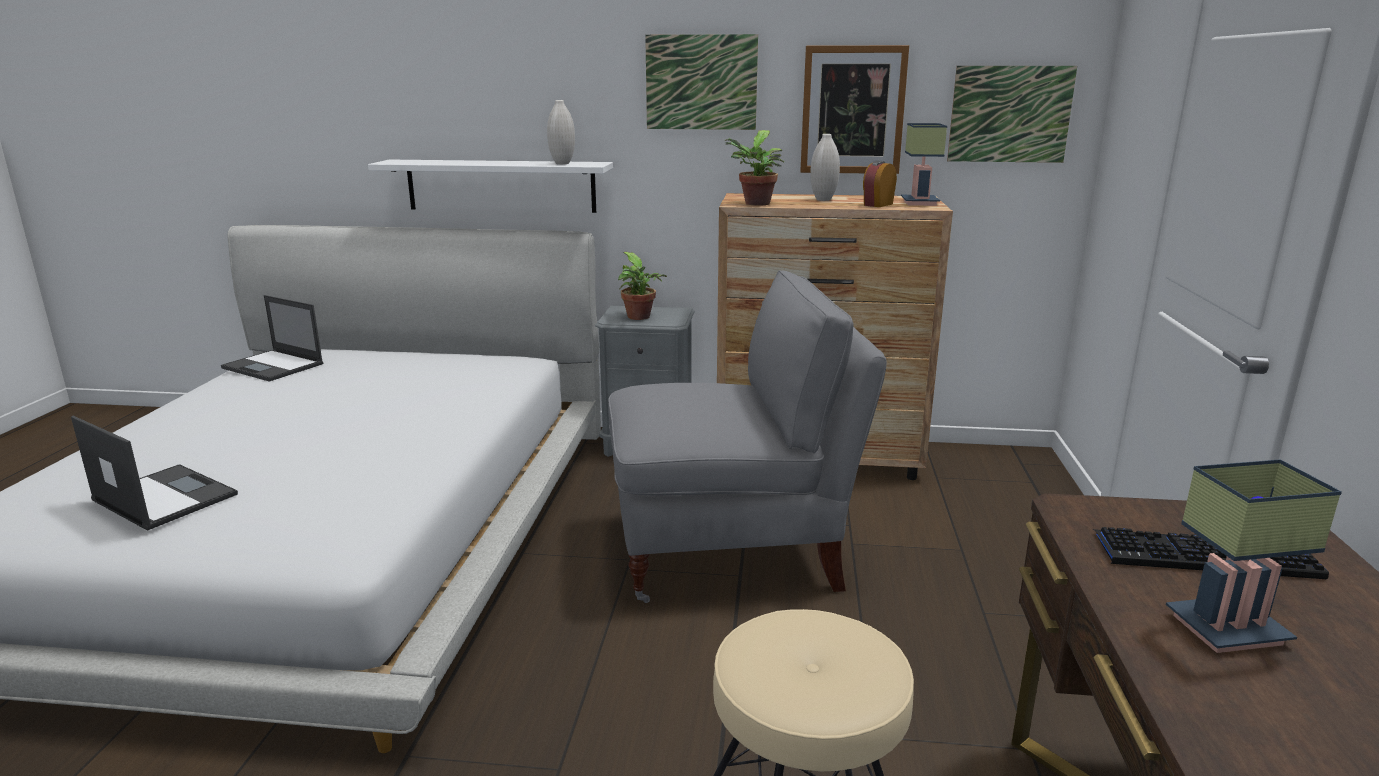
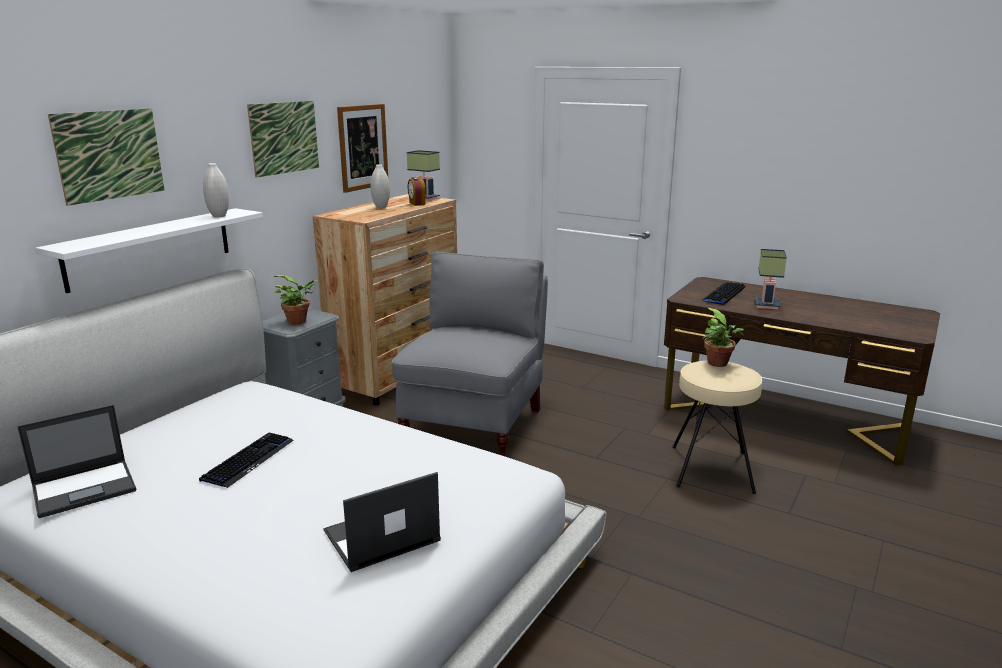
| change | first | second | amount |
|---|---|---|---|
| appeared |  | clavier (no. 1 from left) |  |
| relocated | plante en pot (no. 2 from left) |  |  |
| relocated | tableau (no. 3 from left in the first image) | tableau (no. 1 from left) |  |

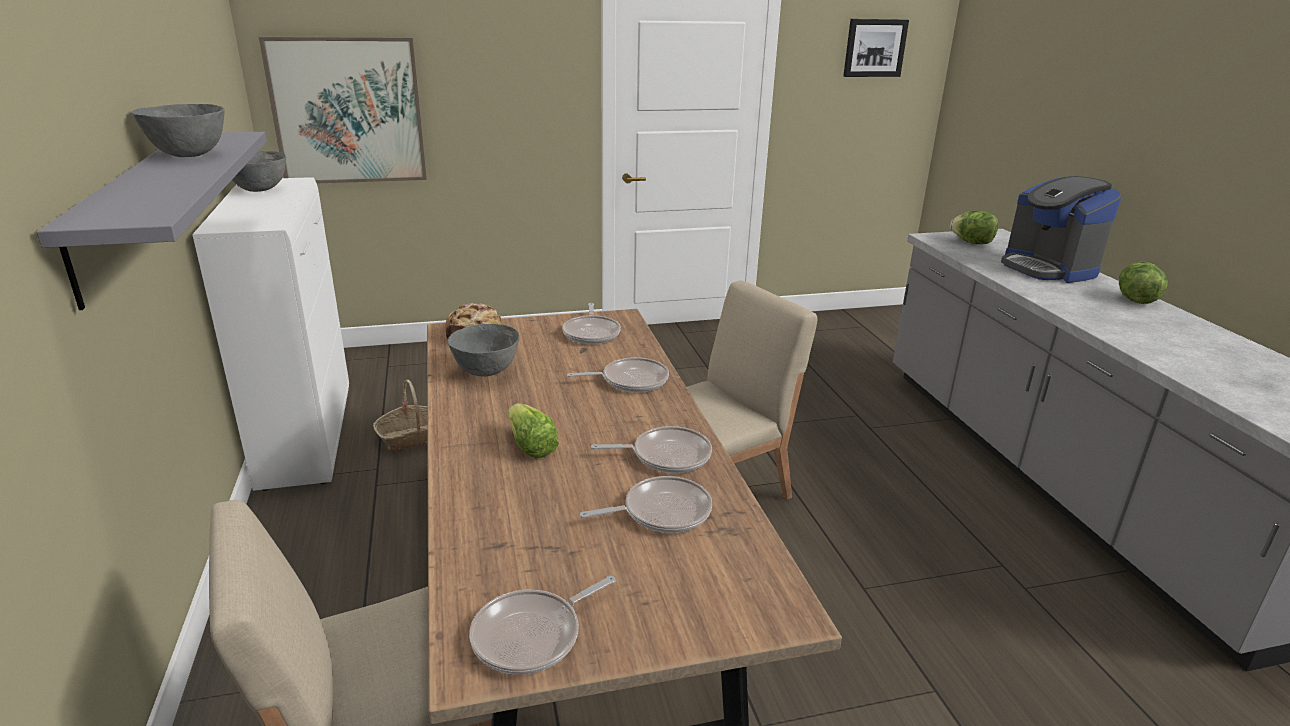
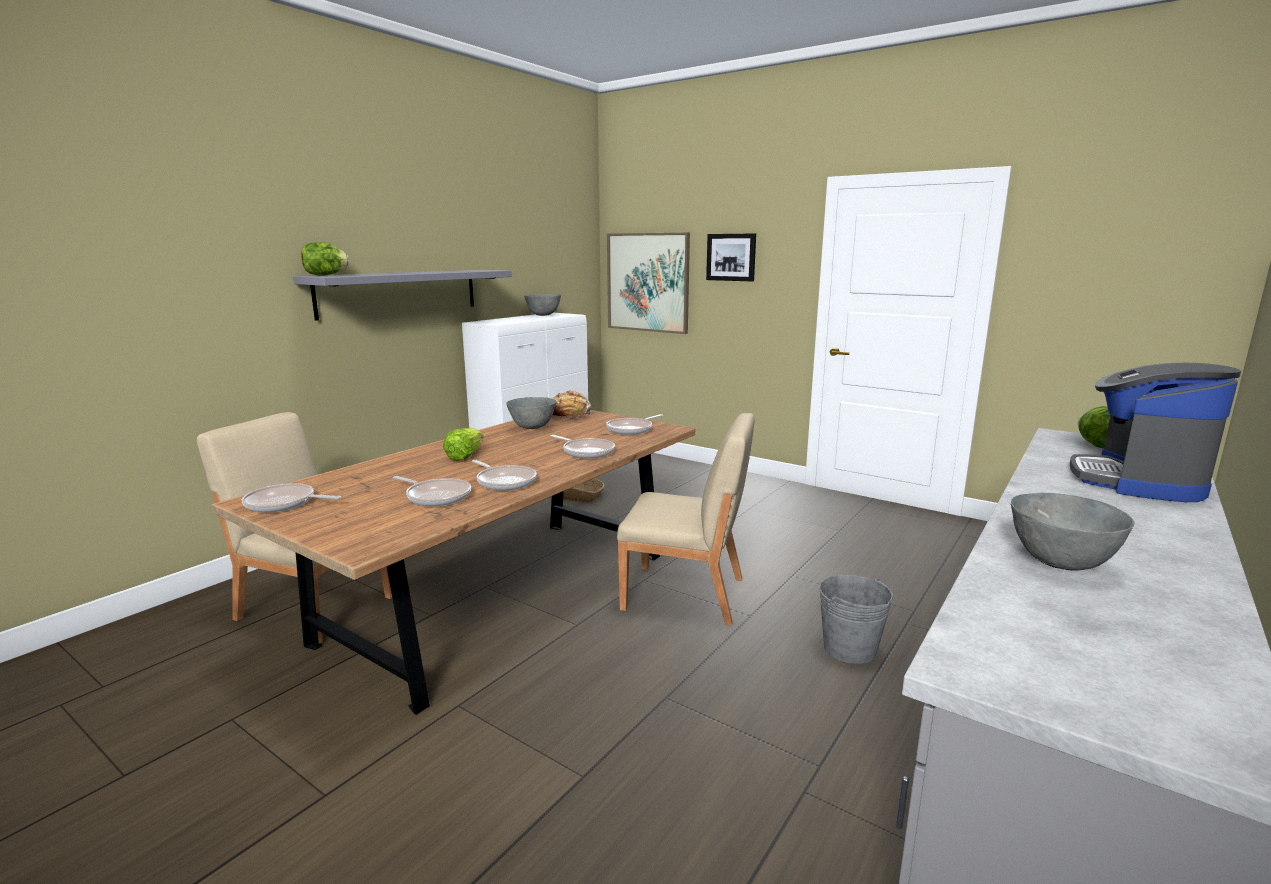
| change | first | second | amount |
|---|---|---|---|
| appeared |  | seau [gris] |  |
| relocated | bol [gris] (no. 1 from left in the first image) | bol [gris] (no. 3 from left) |  |
| relocated | tableau (no. 2 from left) |  |  |
| relocated | laitue (no. 3 from left in the first image) | laitue (no. 1 from left) |  |

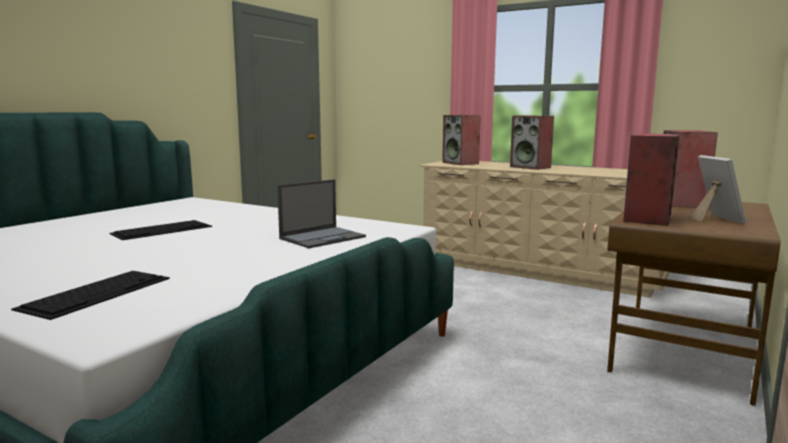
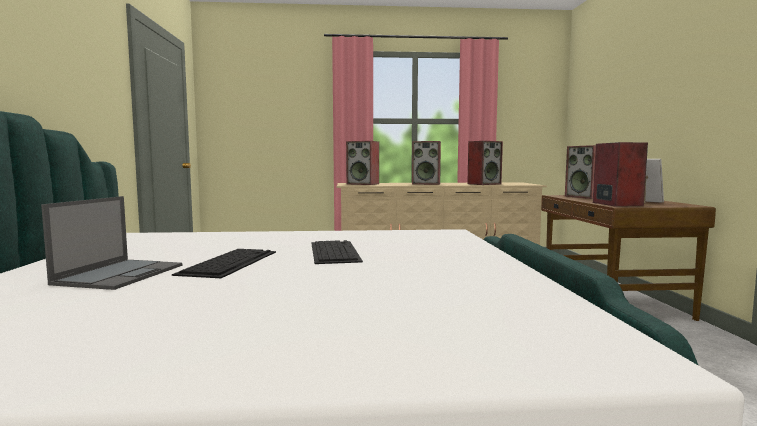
| change | first | second | amount |
|---|---|---|---|
| appeared |  | enceinte (no. 3 from left) |  |
| relocated | clavier (no. 1 from left in the first image) | clavier (no. 2 from left) |  |
| relocated | ordinateur portable |  |  |

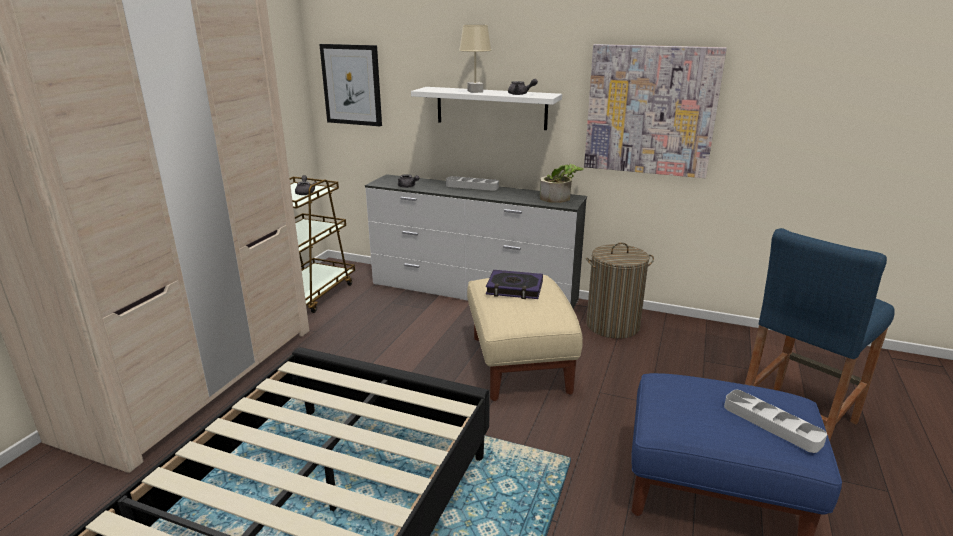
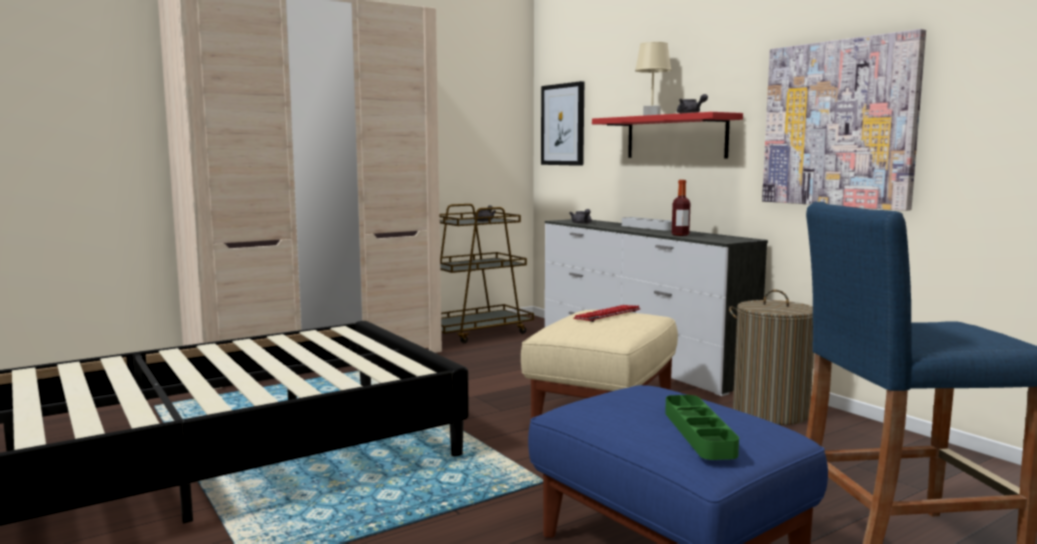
| change | first | second | amount |
|---|---|---|---|
| missing | plante en pot |  |  |
| appeared |  | bouteille |  |
| exchanged | livre | clavier |  |
| colour | étagère [blanc] | étagère [rouge] |  |
| colour | plateau [gris] (no. 2 from left) | plateau [vert] |  |

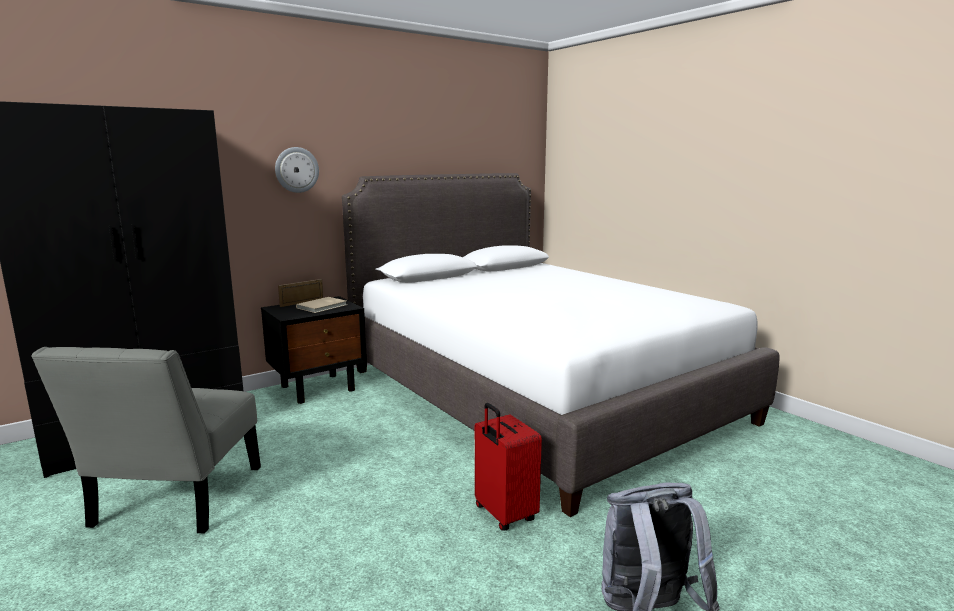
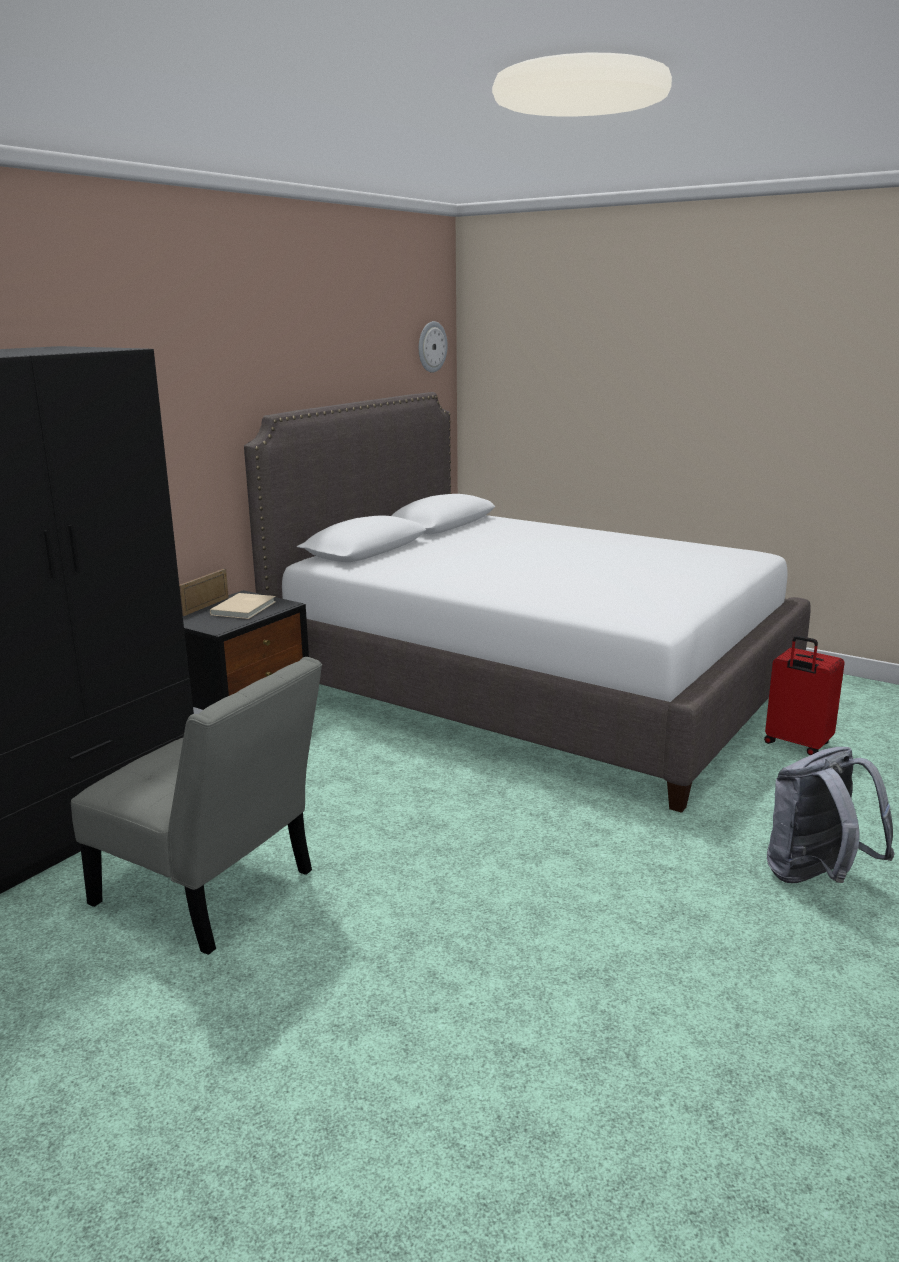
| change | first | second | amount |
|---|---|---|---|
| relocated | horloge murale |  |  |
| relocated | valise [rouge] |  |  |
| spun | chaise [gris] |  | 45 degrees counterclockwise |

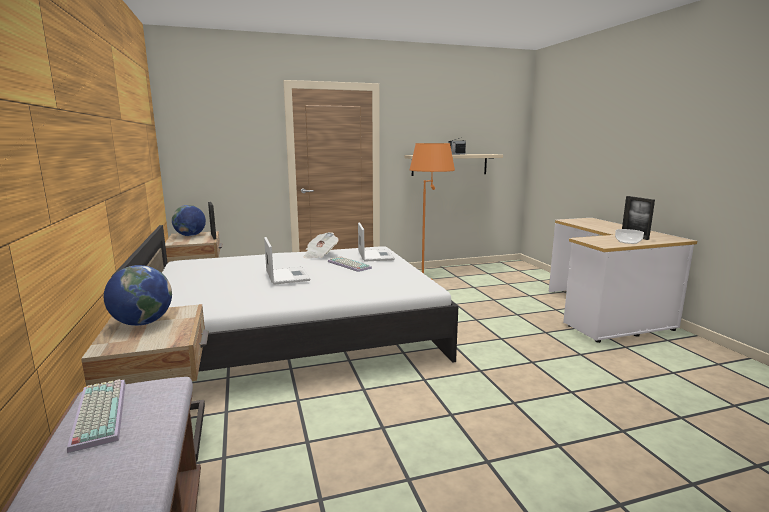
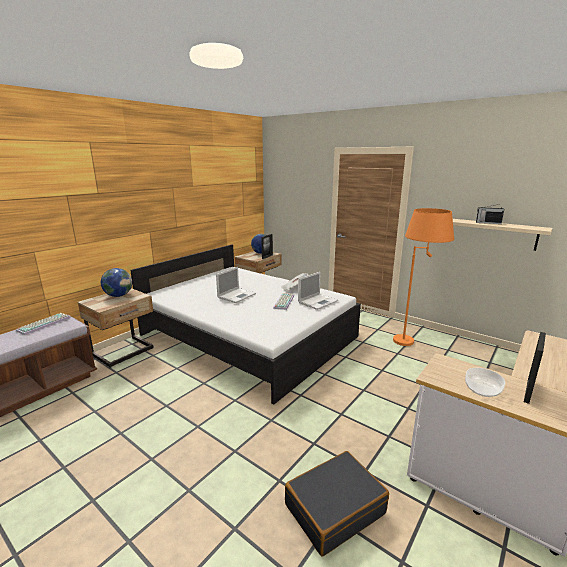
| change | first | second | amount |
|---|---|---|---|
| appeared |  | valise [noir] |  |

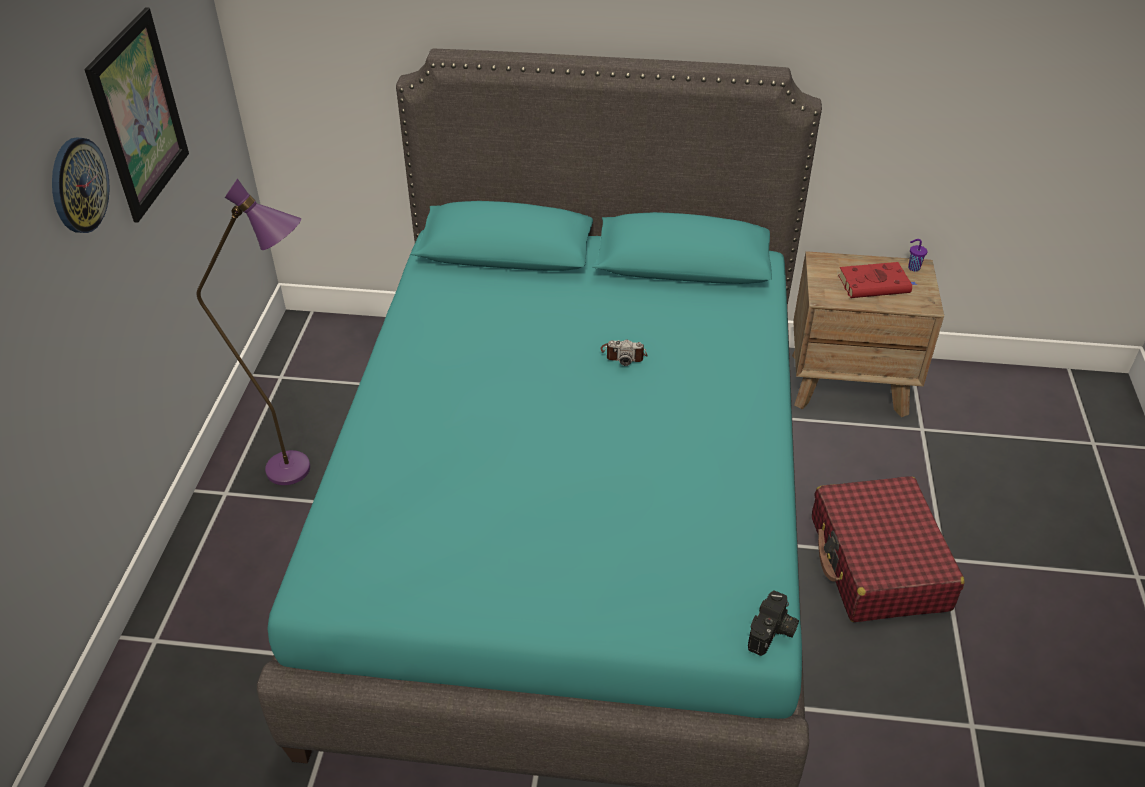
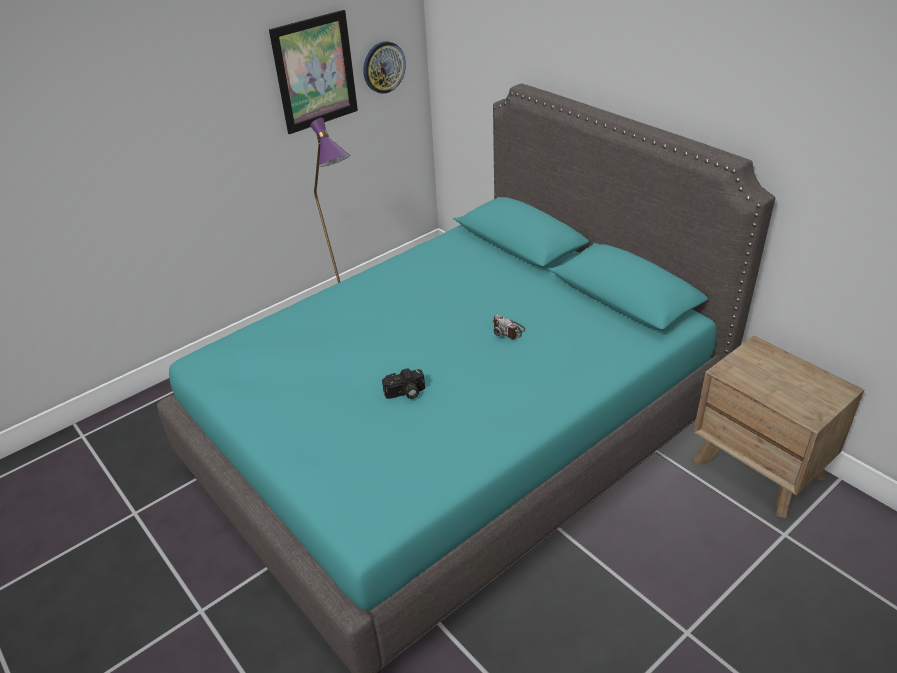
| change | first | second | amount |
|---|---|---|---|
| missing | valise [rouge] |  |  |
| missing | livre [rouge] |  |  |
| missing | tasse [violet] |  |  |
| relocated | horloge murale |  |  |
| relocated | appareil photo (no. 2 from left in the first image) | appareil photo (no. 1 from left) |  |

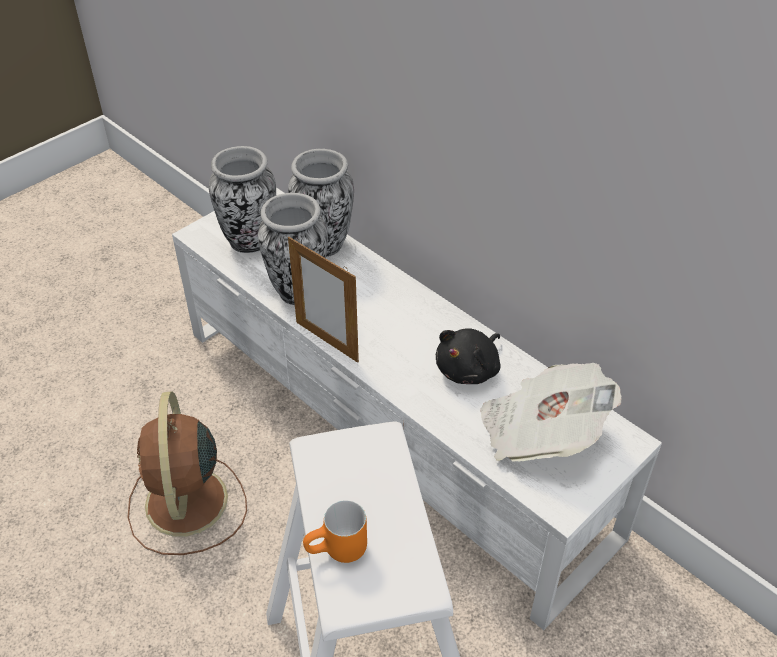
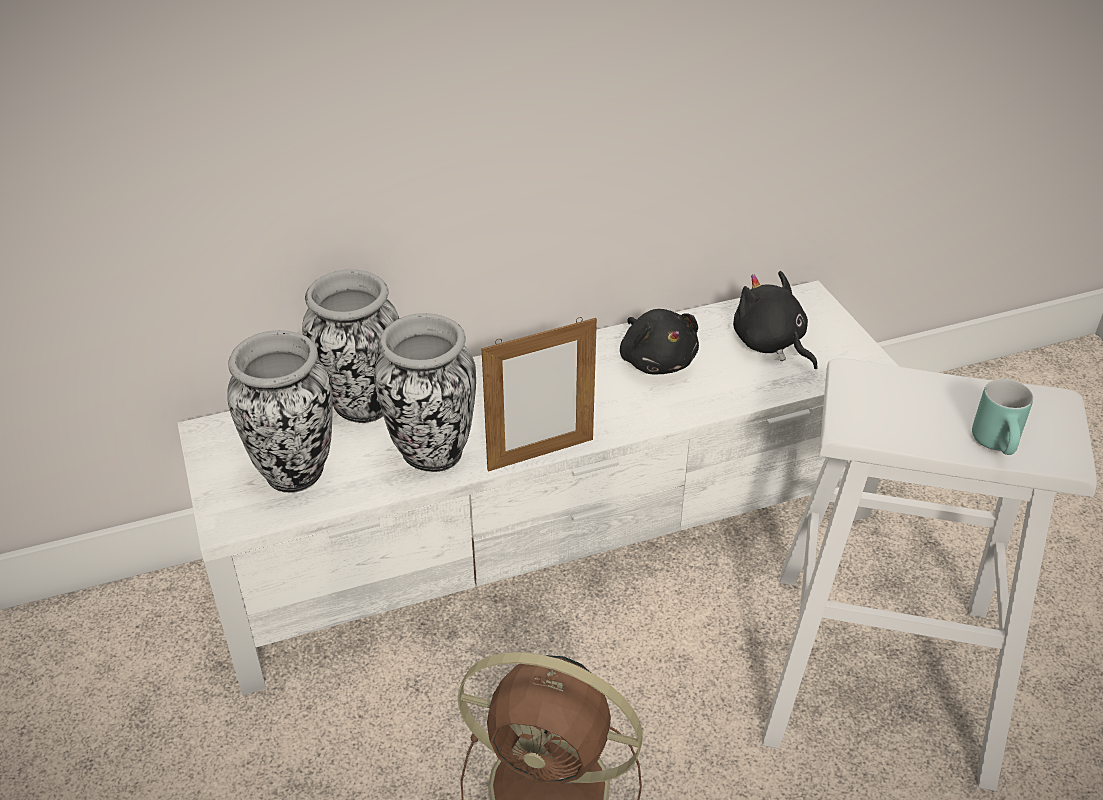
| change | first | second | amount |
|---|---|---|---|
| exchanged | journal | peluche [noir] (no. 2 from left) |  |
| colour | mug [orange] | mug [turquoise] |  |

